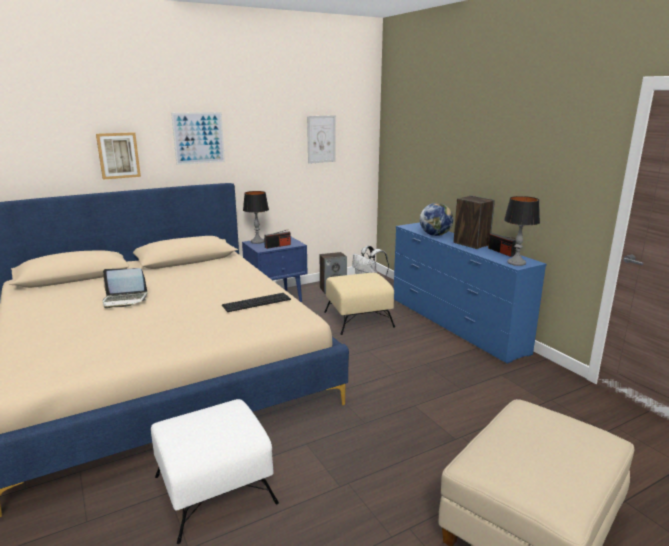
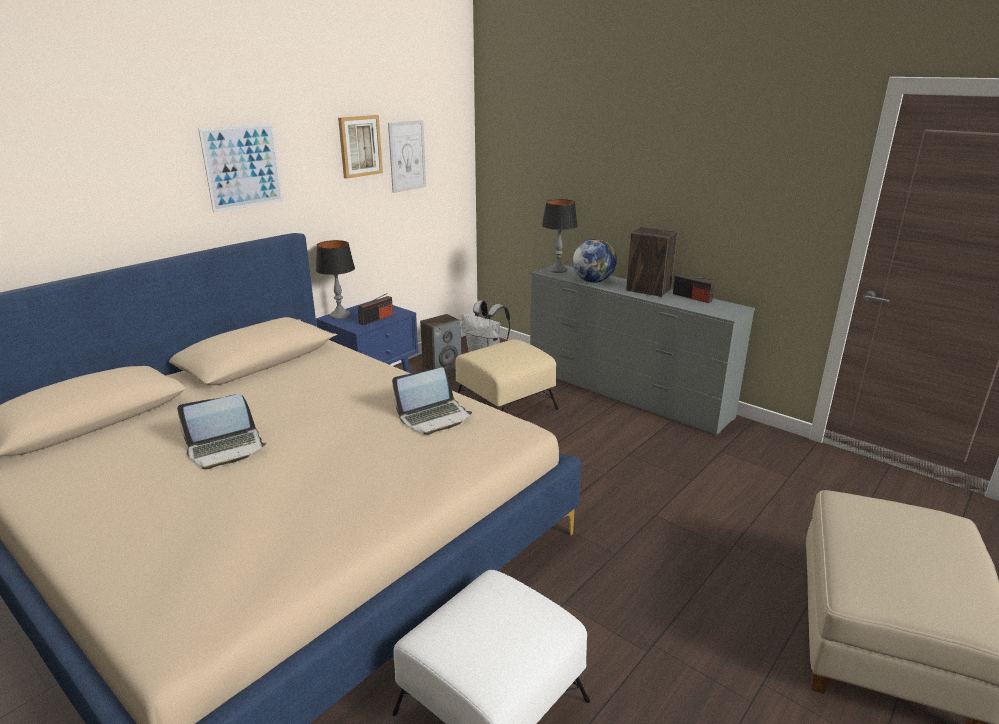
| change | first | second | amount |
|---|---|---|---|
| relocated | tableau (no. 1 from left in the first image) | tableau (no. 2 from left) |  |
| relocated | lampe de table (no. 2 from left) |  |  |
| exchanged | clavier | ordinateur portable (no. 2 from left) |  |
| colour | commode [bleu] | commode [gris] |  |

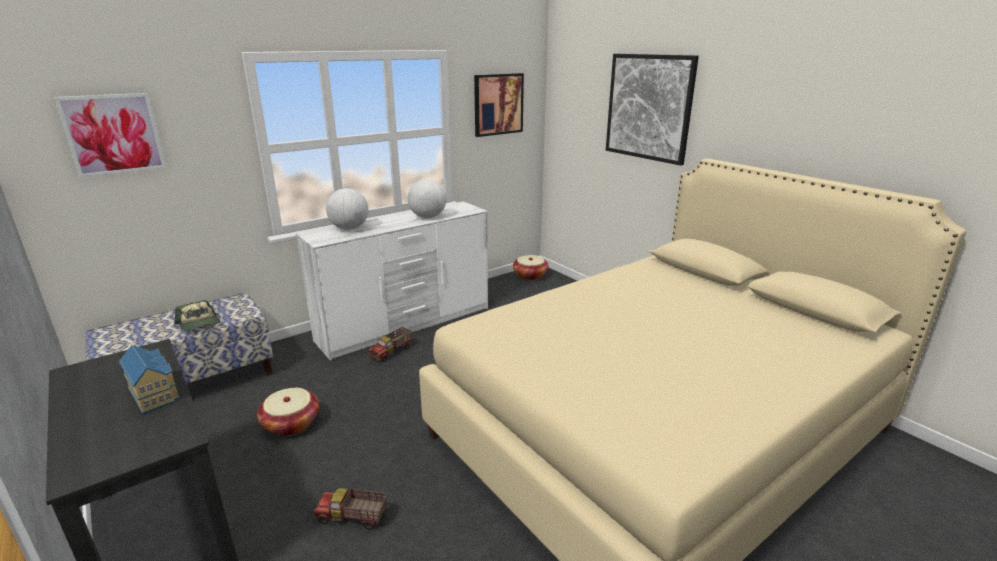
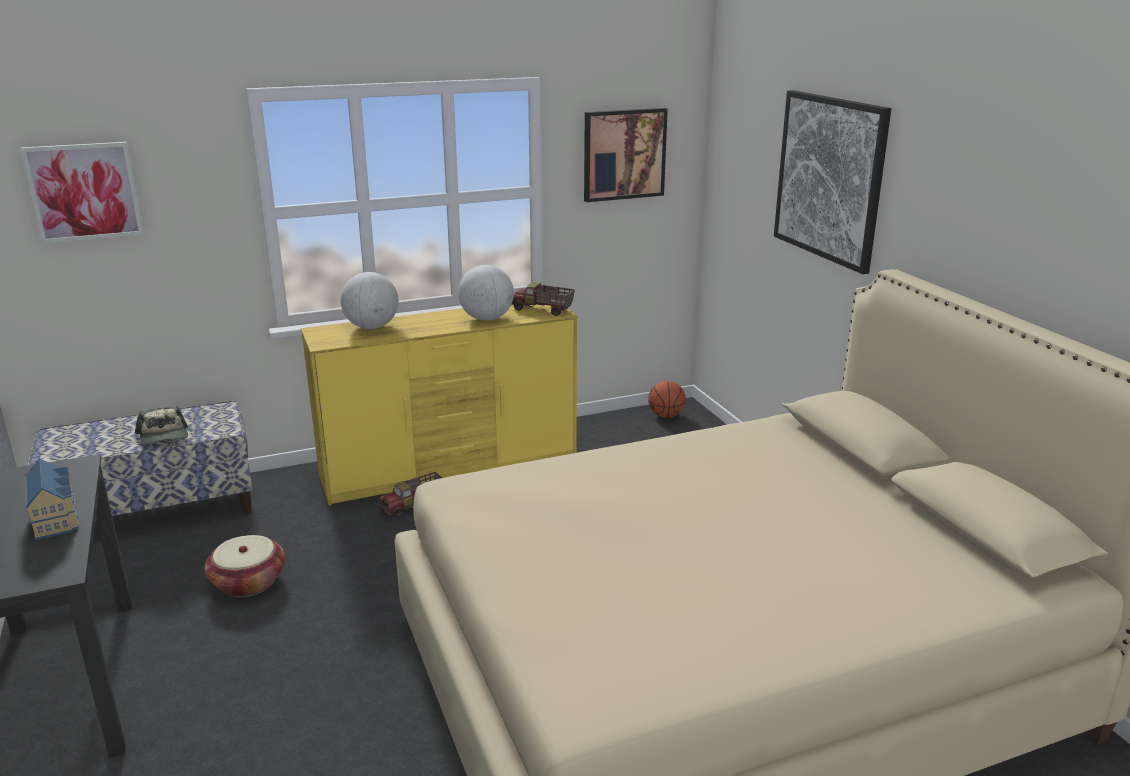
| change | first | second | amount |
|---|---|---|---|
| relocated | camion jouet (no. 1 from left in the first image) | camion jouet (no. 2 from left) |  |
| exchanged | panier (no. 2 from left) | ballon de basket |  |
| colour | commode [blanc] | commode [jaune] |  |

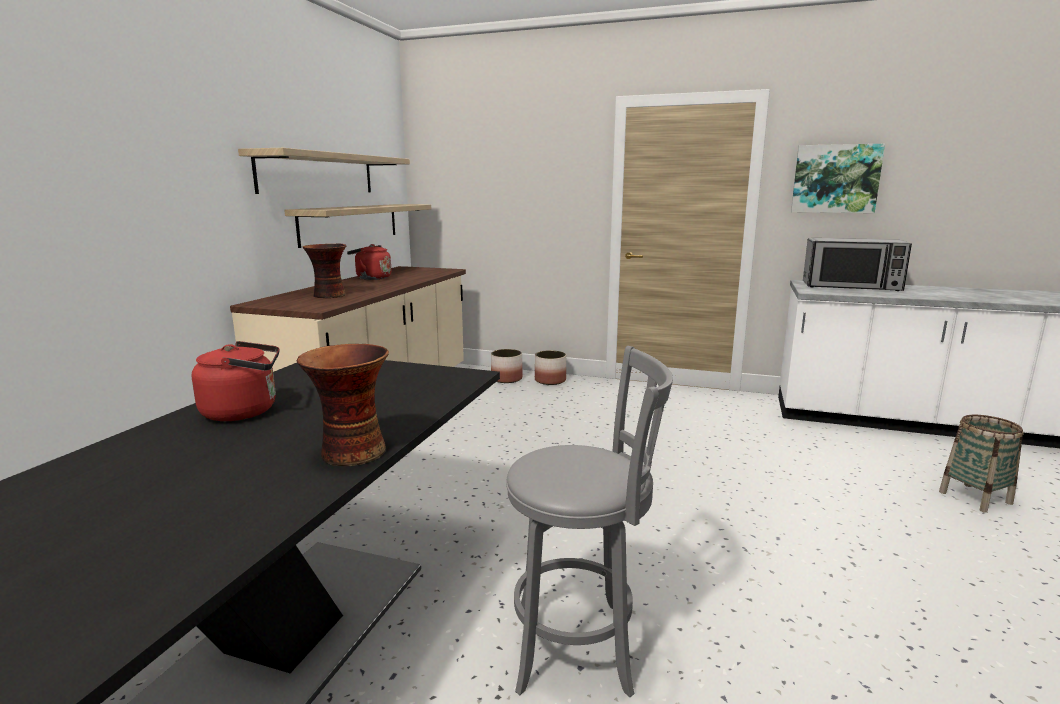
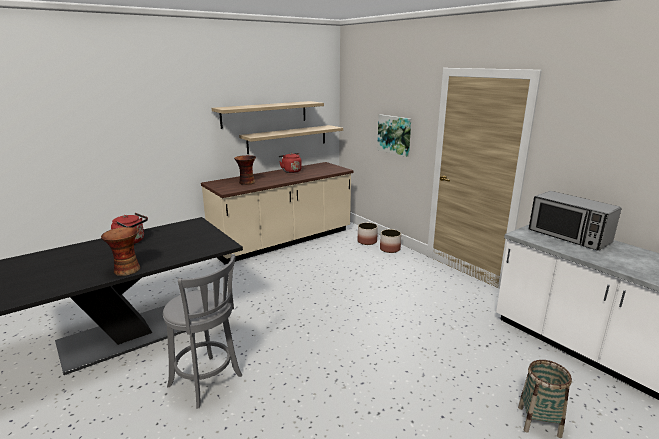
| change | first | second | amount |
|---|---|---|---|
| relocated | tableau |  |  |

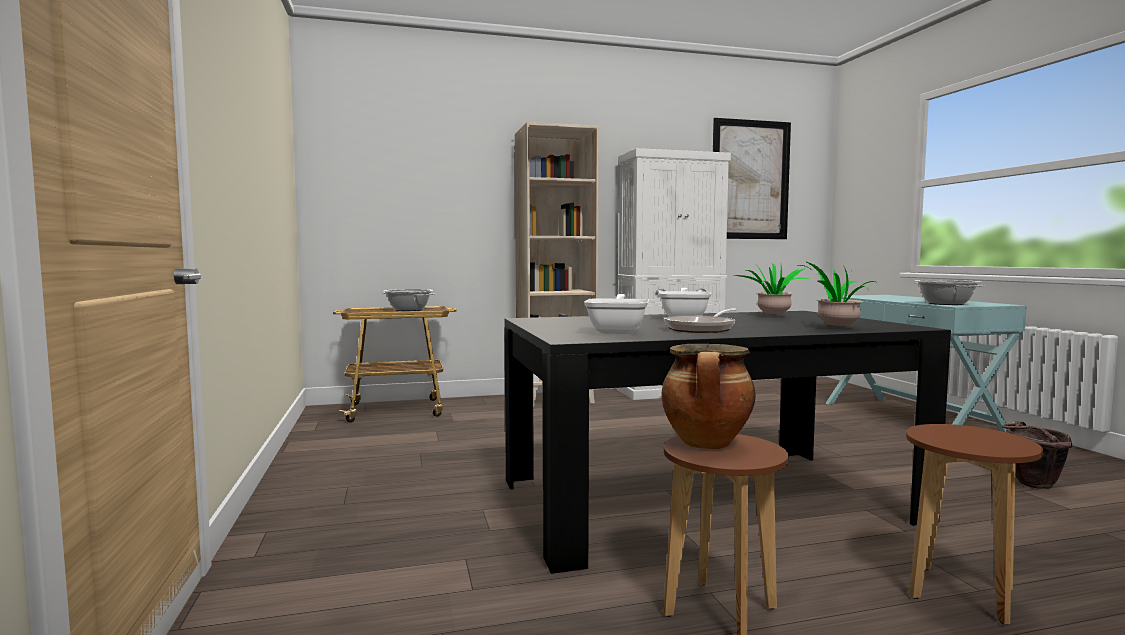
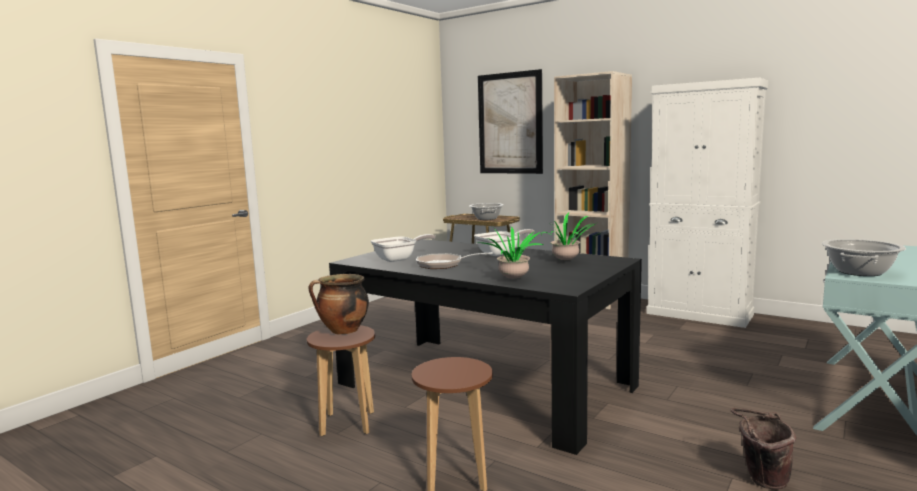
| change | first | second | amount |
|---|---|---|---|
| relocated | tableau |  |  |

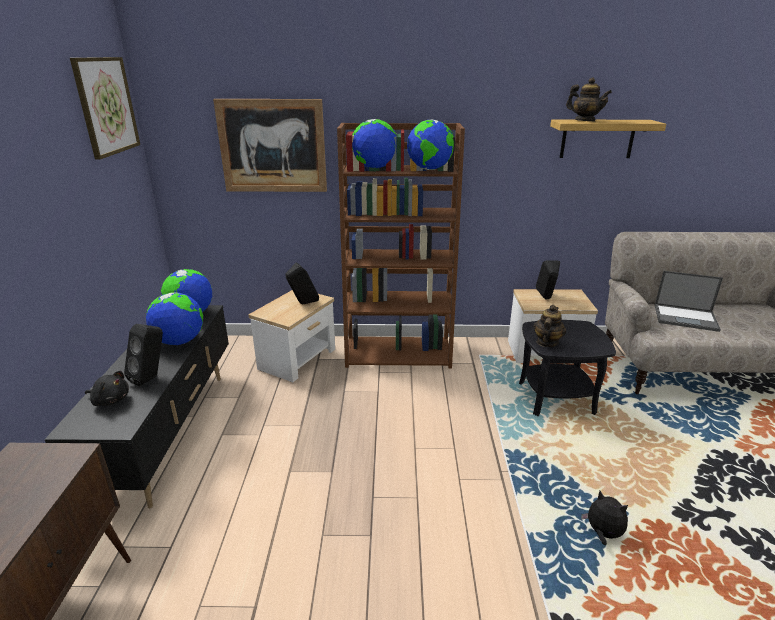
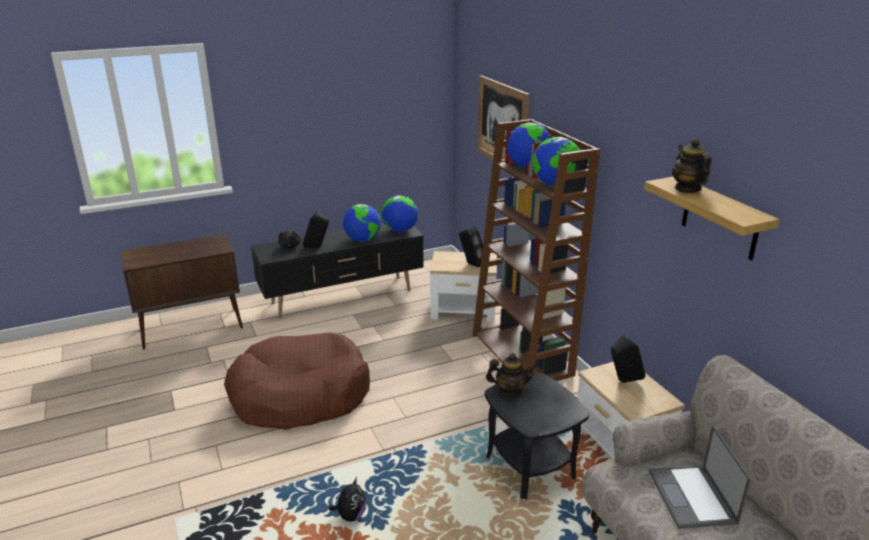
| change | first | second | amount |
|---|---|---|---|
| missing | tableau (no. 1 from left) |  |  |
| appeared |  | panier pour chien [marron] |  |
| spun | théière (no. 2 from left) |  | 150 degrees clockwise |

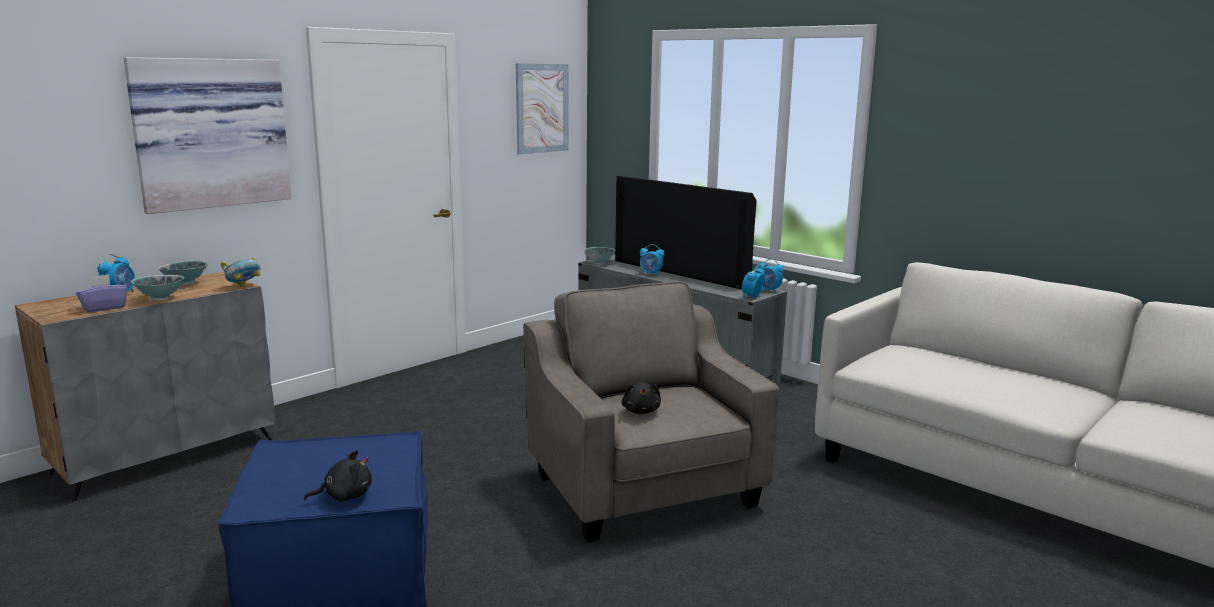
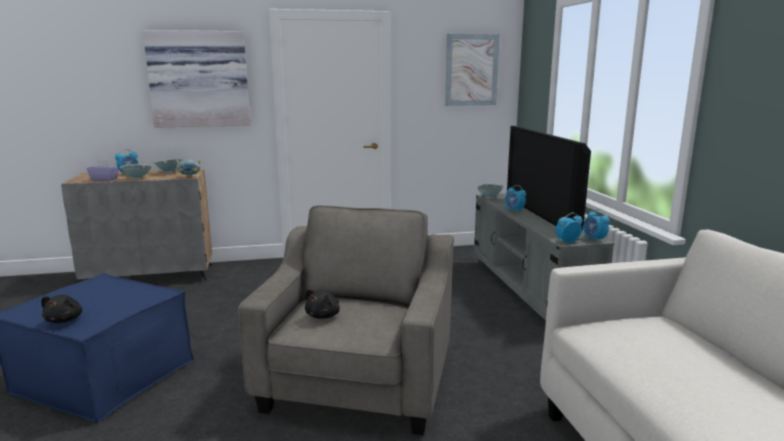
| change | first | second | amount |
|---|---|---|---|
| spun | peluche [noir] (no. 1 from left) |  | 75 degrees clockwise |

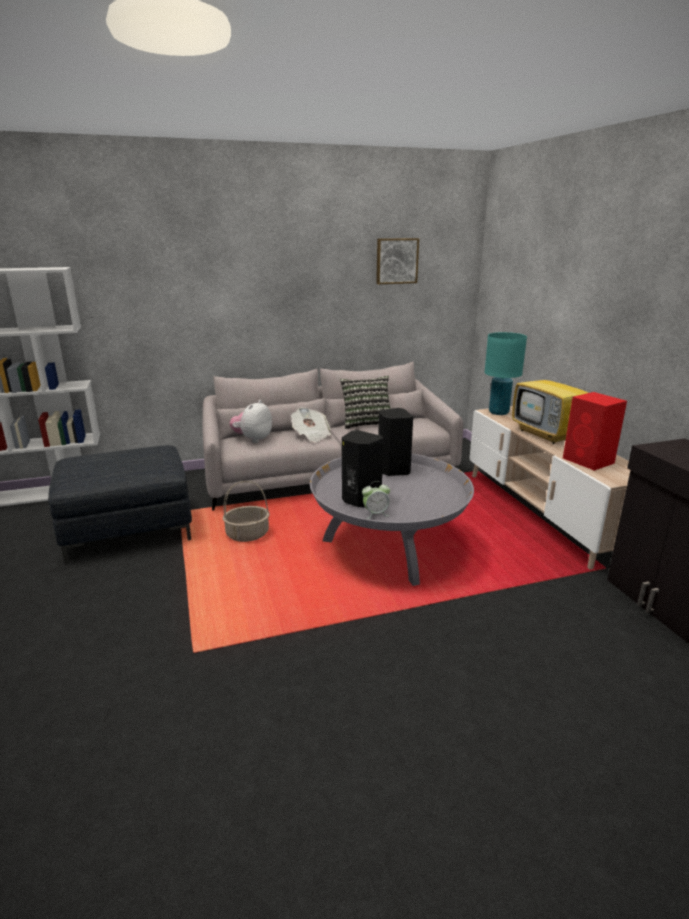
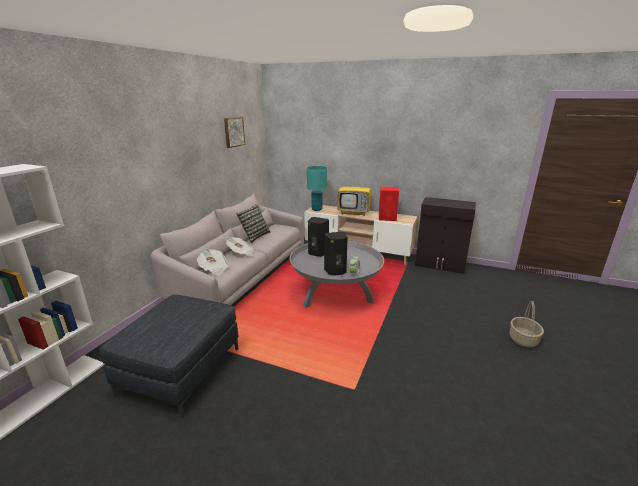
| change | first | second | amount |
|---|---|---|---|
| relocated | panier |  |  |
| exchanged | peluche | journal (no. 1 from left) |  |

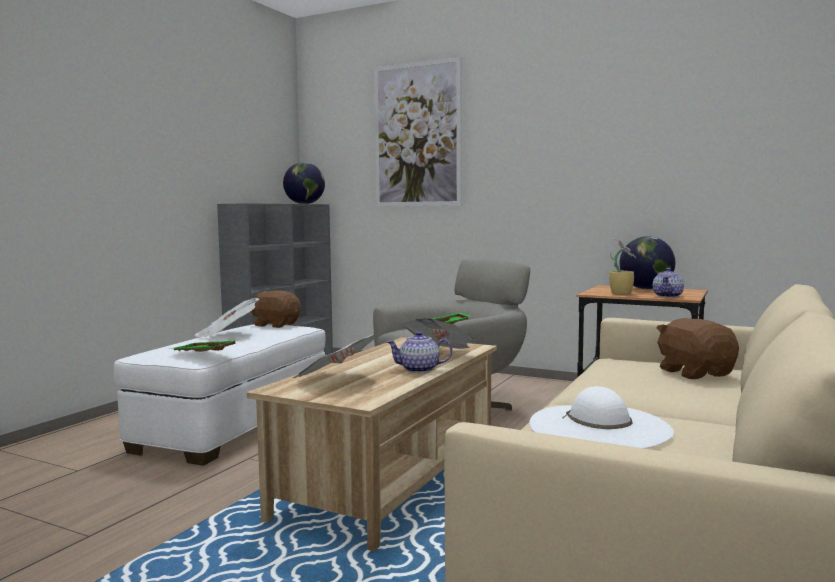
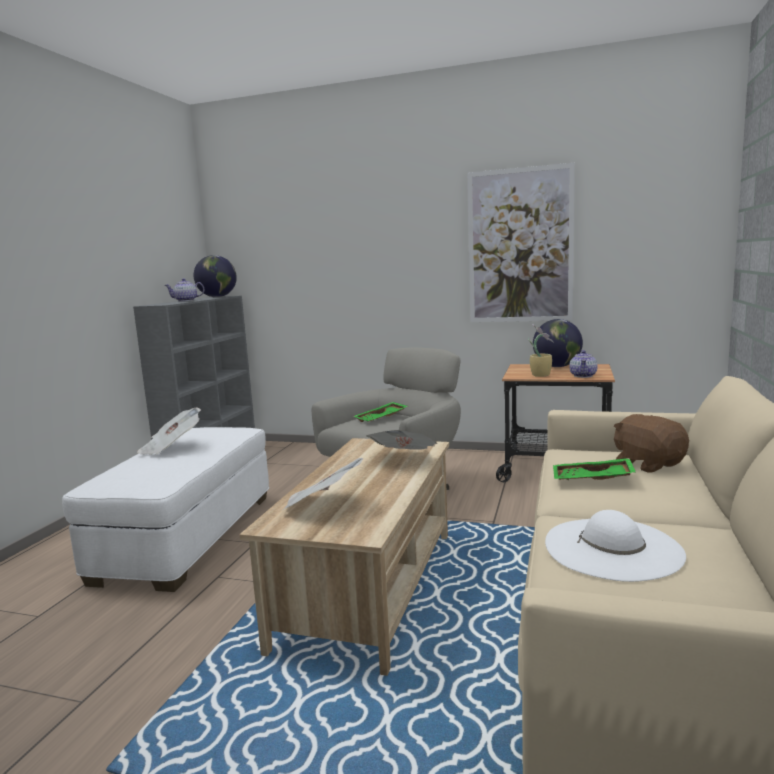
| change | first | second | amount |
|---|---|---|---|
| missing | peluche [marron] (no. 1 from left) |  |  |
| relocated | plateau [vert] (no. 1 from left in the first image) | plateau [vert] (no. 2 from left) |  |
| relocated | tableau |  |  |
| relocated | théière (no. 1 from left) |  |  |

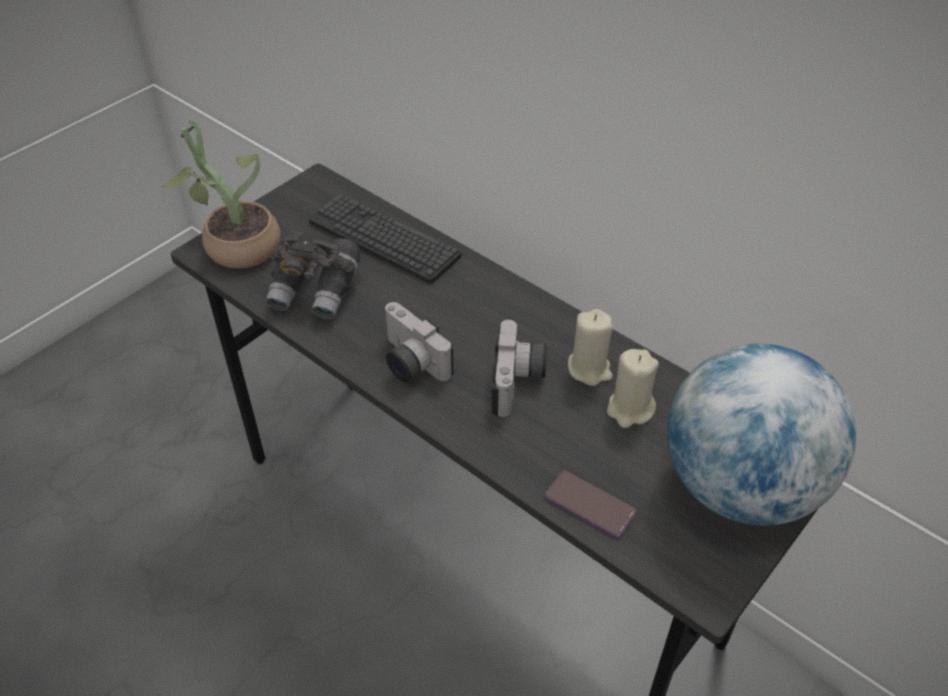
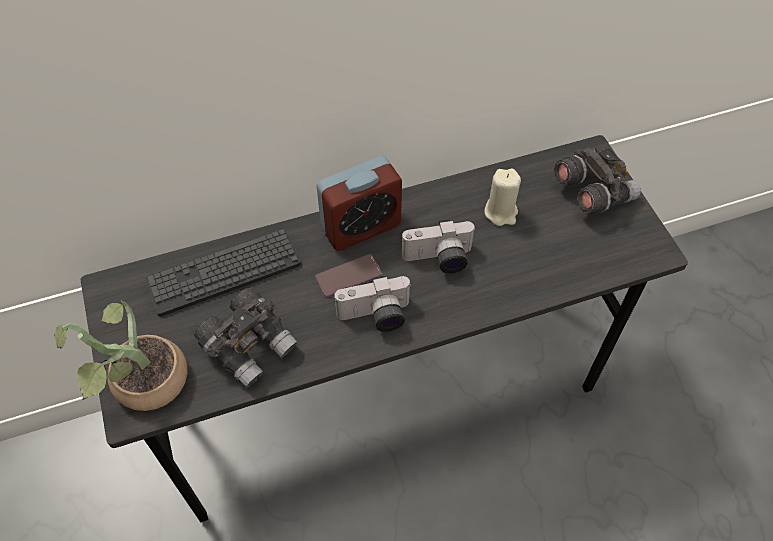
| change | first | second | amount |
|---|---|---|---|
| missing | bougie [beige] (no. 1 from left) |  |  |
| appeared |  | réveil |  |
| relocated | téléphone |  |  |
| exchanged | globe | jumelles [gris] (no. 2 from left) |  |
| spun | appareil photo (no. 2 from left) |  | 135 degrees clockwise |

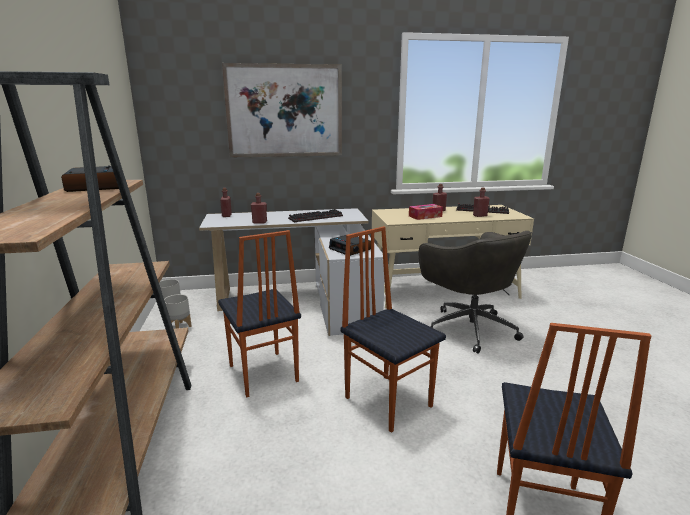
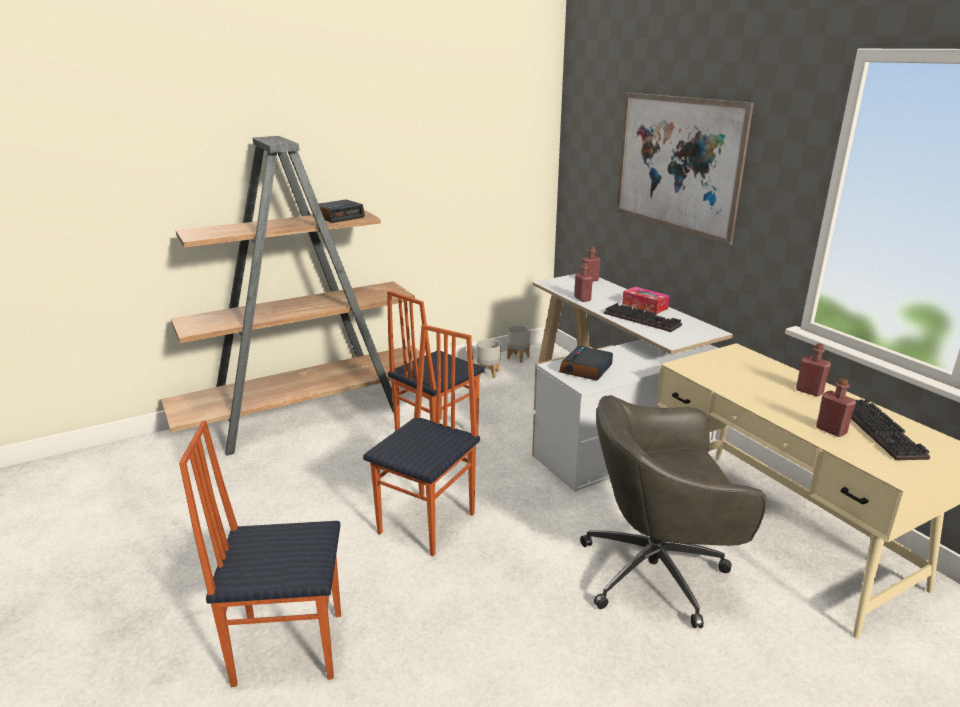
| change | first | second | amount |
|---|---|---|---|
| relocated | boîte à mouchoirs |  |  |
| spun | chaise de bureau [gris] |  | 45 degrees clockwise |

